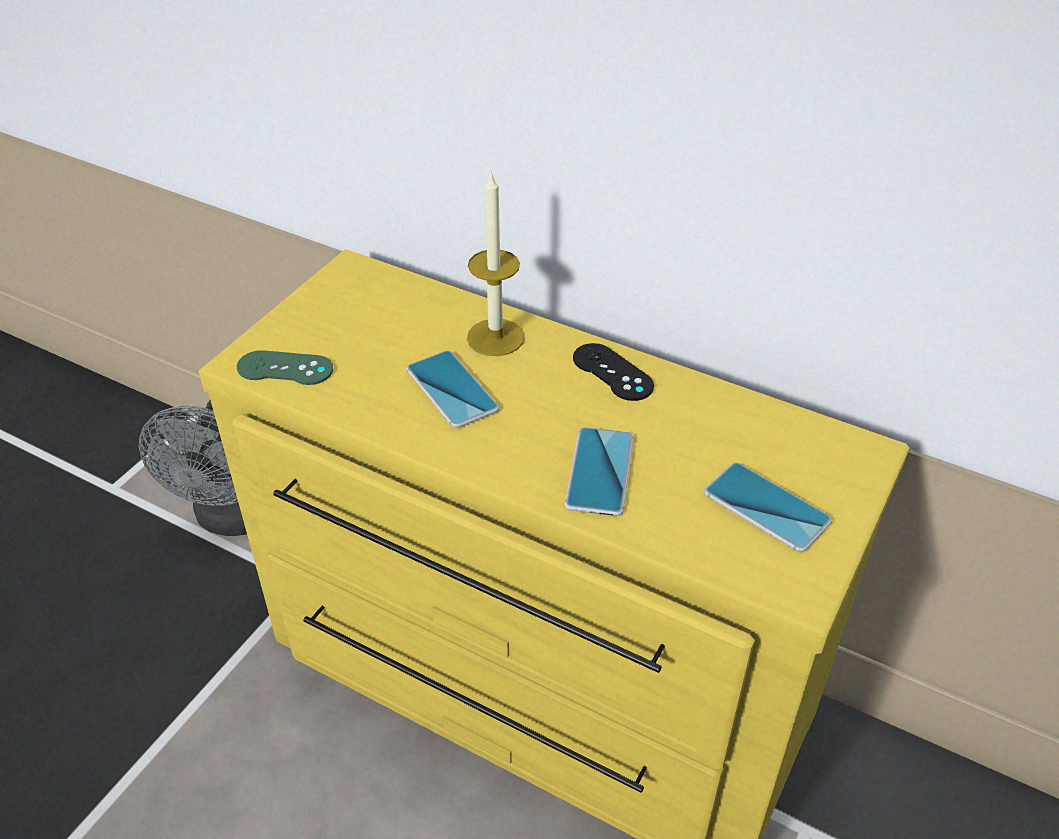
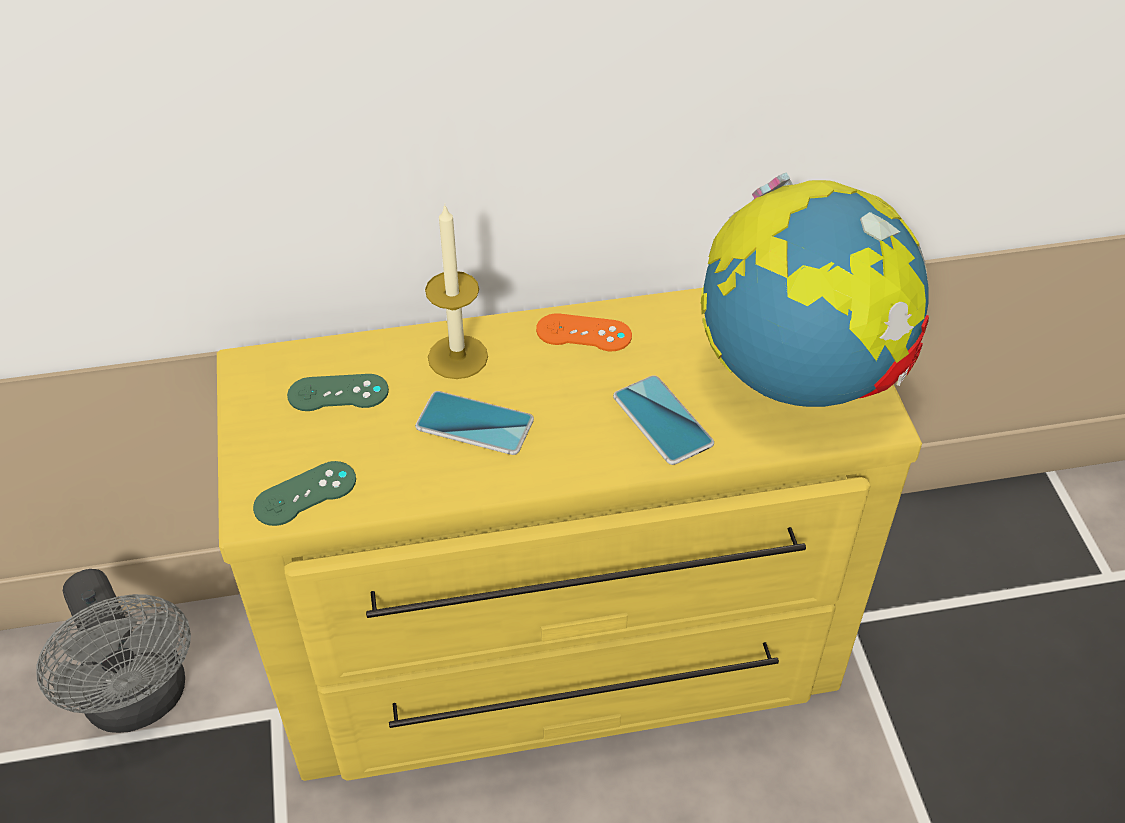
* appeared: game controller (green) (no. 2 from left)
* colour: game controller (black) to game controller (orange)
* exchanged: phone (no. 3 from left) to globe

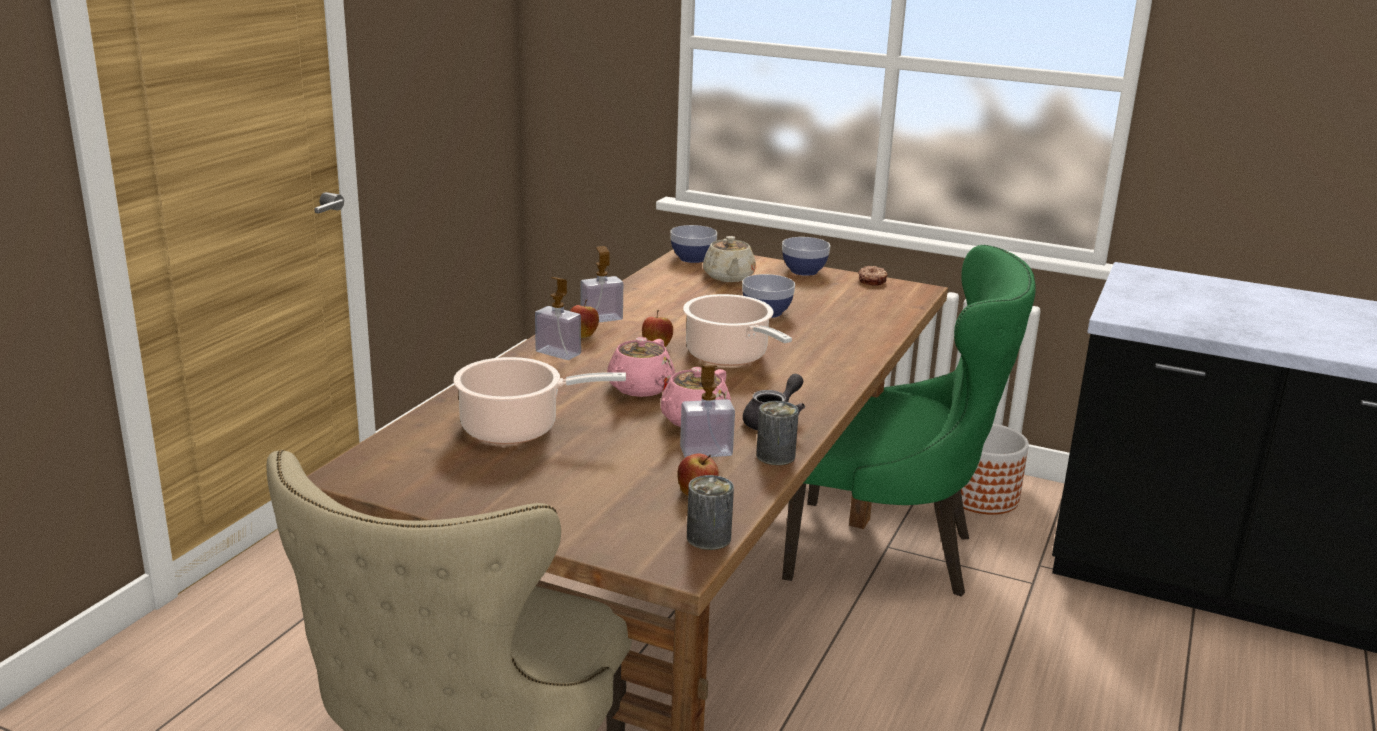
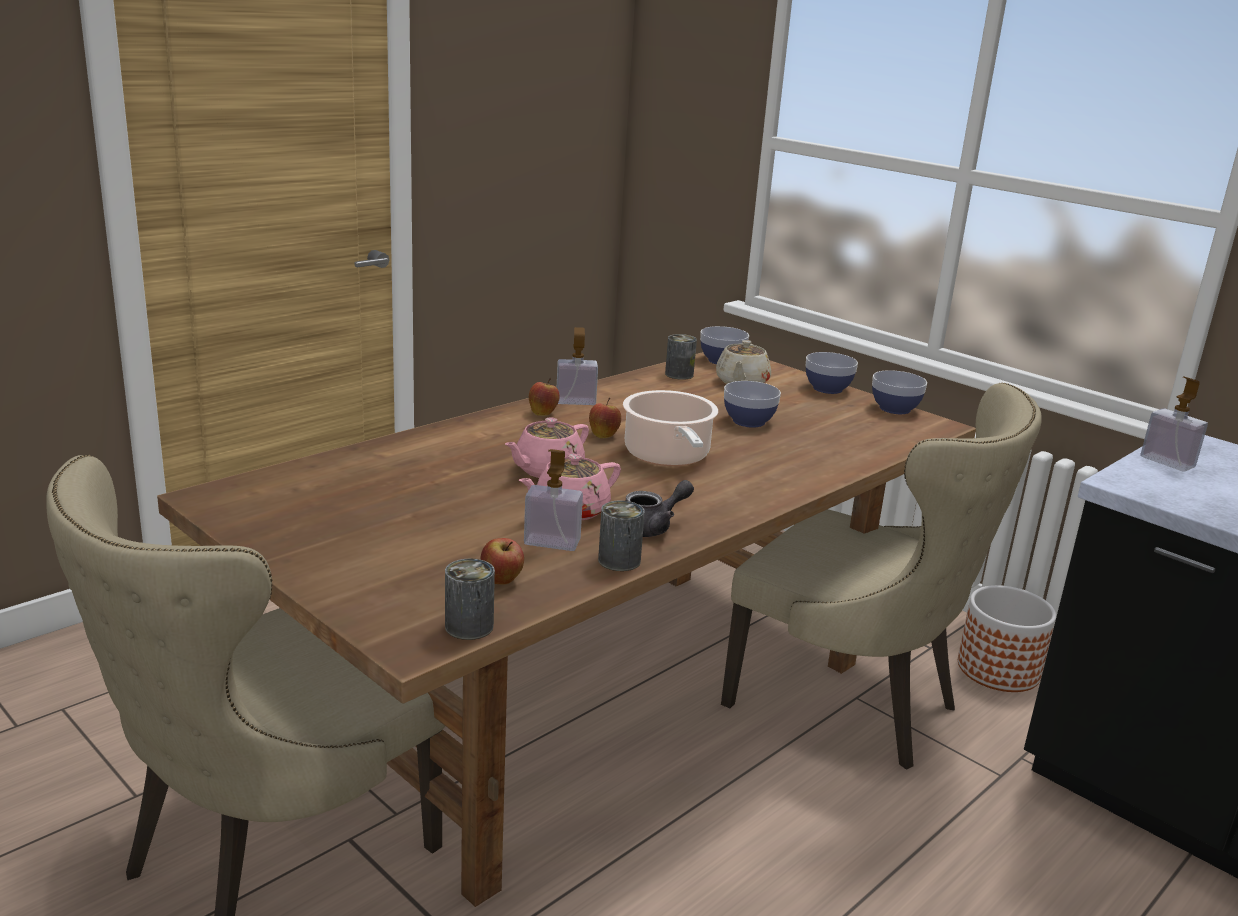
* appeared: can (no. 3 from left)
* colour: chair (green) to chair (beige) (no. 2 from left)
* exchanged: donut to bowl (no. 4 from left)
* relocated: soap dispenser (no. 1 from left in the first image) to soap dispenser (no. 3 from left)
* missing: cooking pot (no. 1 from left)

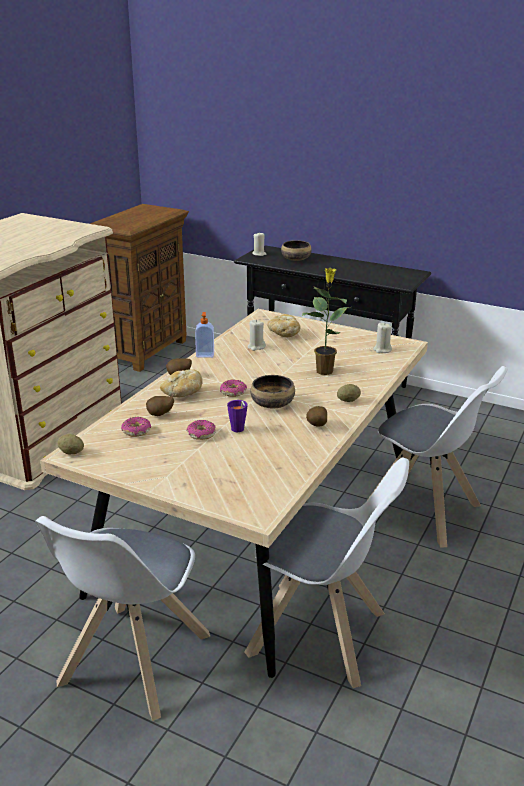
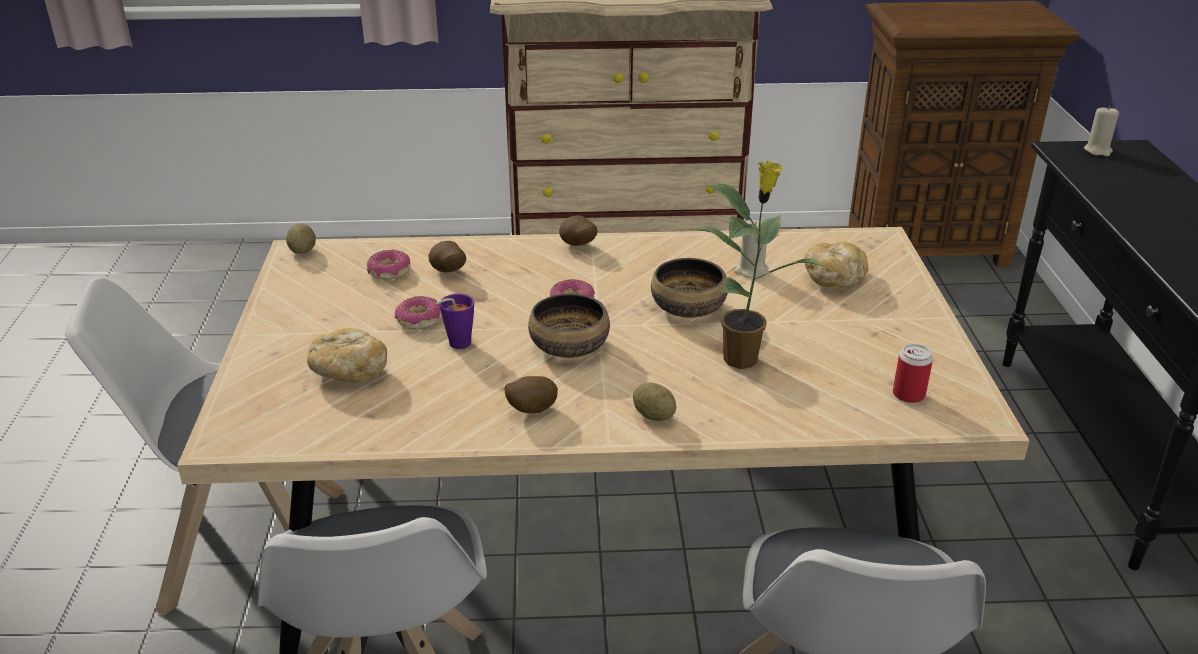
* relocated: bread (no. 1 from left)
* relocated: bowl (no. 2 from left)
* exchanged: candle (beige) (no. 3 from left) to can
* missing: soap dispenser

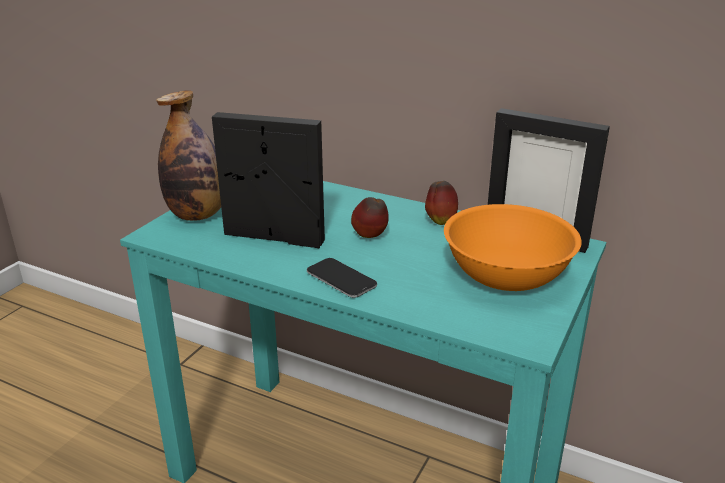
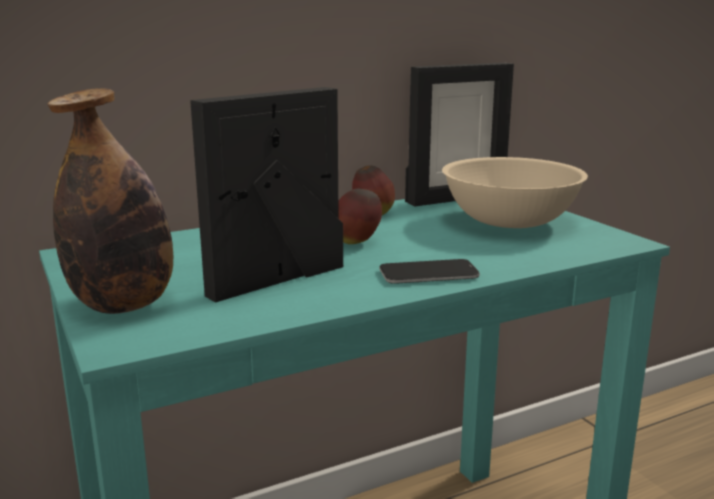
* colour: bowl (orange) to bowl (beige)

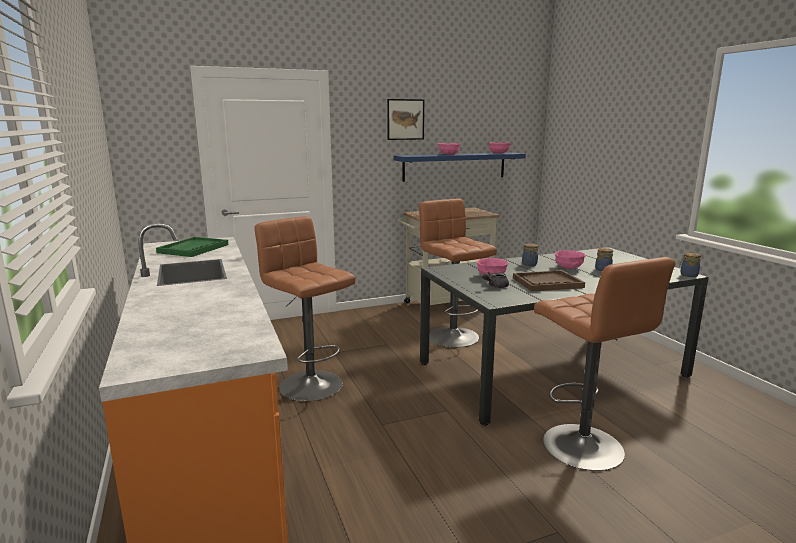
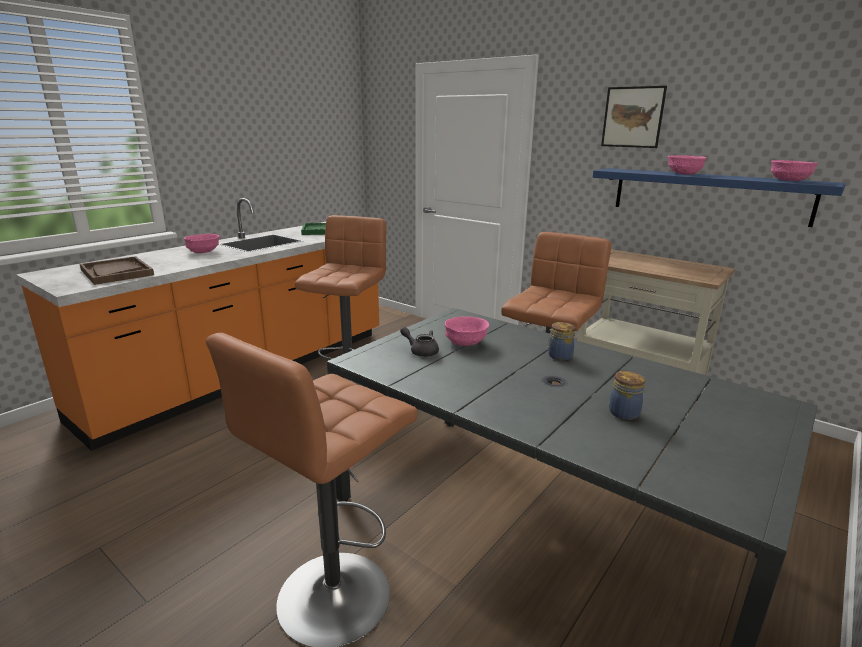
* relocated: tray (brown)
* relocated: bowl (pink) (no. 4 from left in the first image) to bowl (pink) (no. 1 from left)
* missing: jar (no. 3 from left)

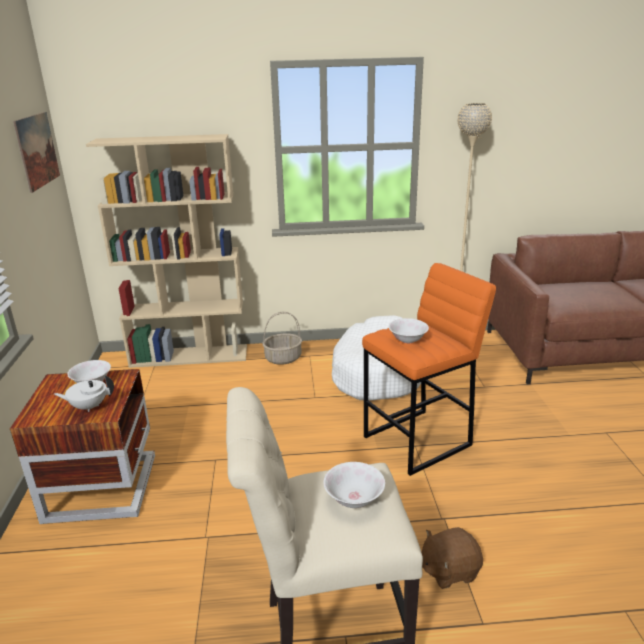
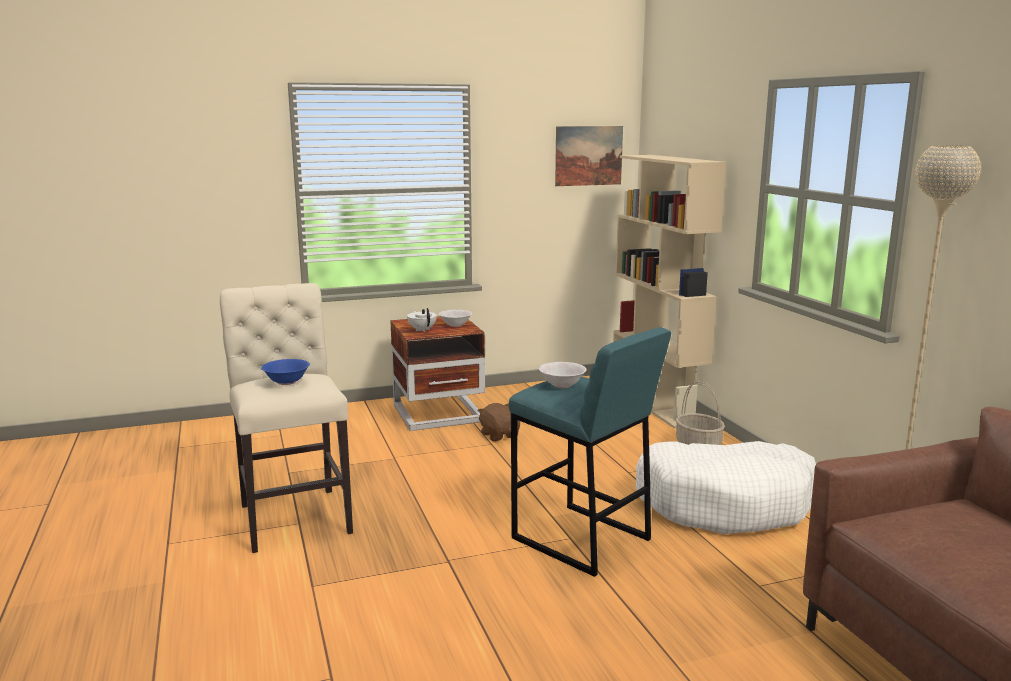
* colour: bowl (white) (no. 2 from left) to bowl (blue)
* relocated: plush toy (brown)
* colour: stool (orange) to stool (turquoise)

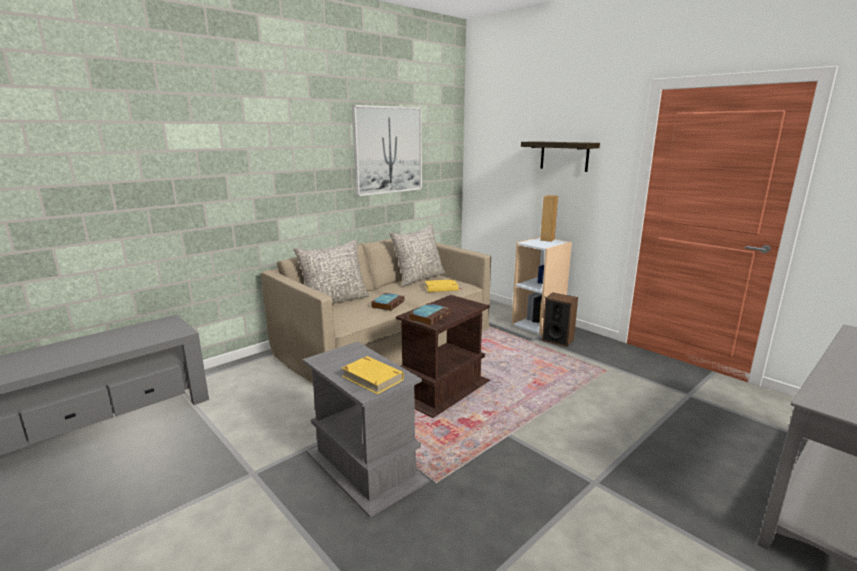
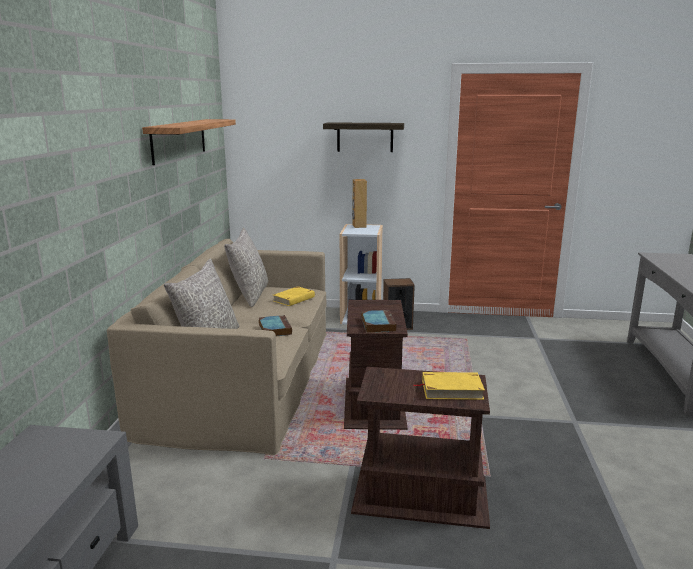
* exchanged: picture to shelf (no. 1 from left)
* colour: side table (grey) to side table (brown) (no. 2 from left)

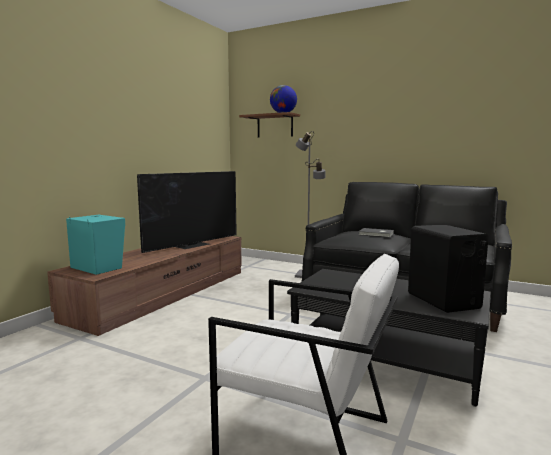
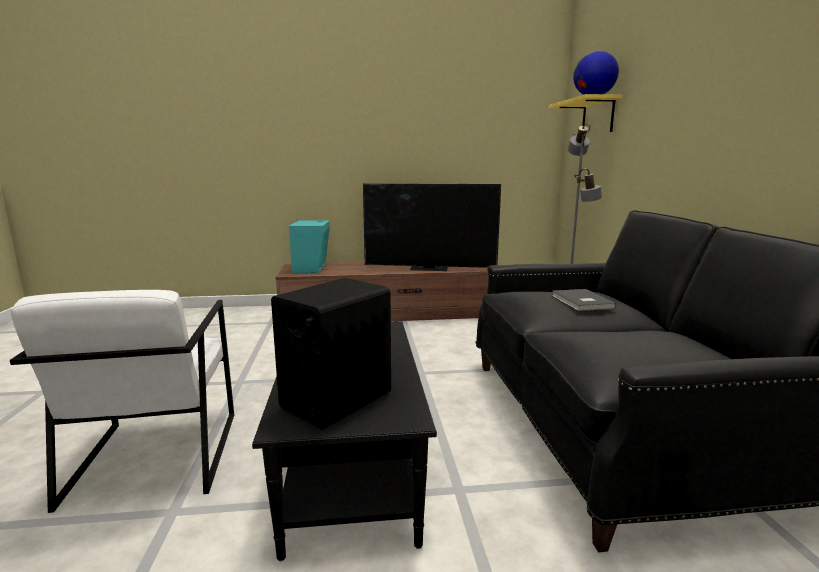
* colour: shelf (brown) to shelf (yellow)

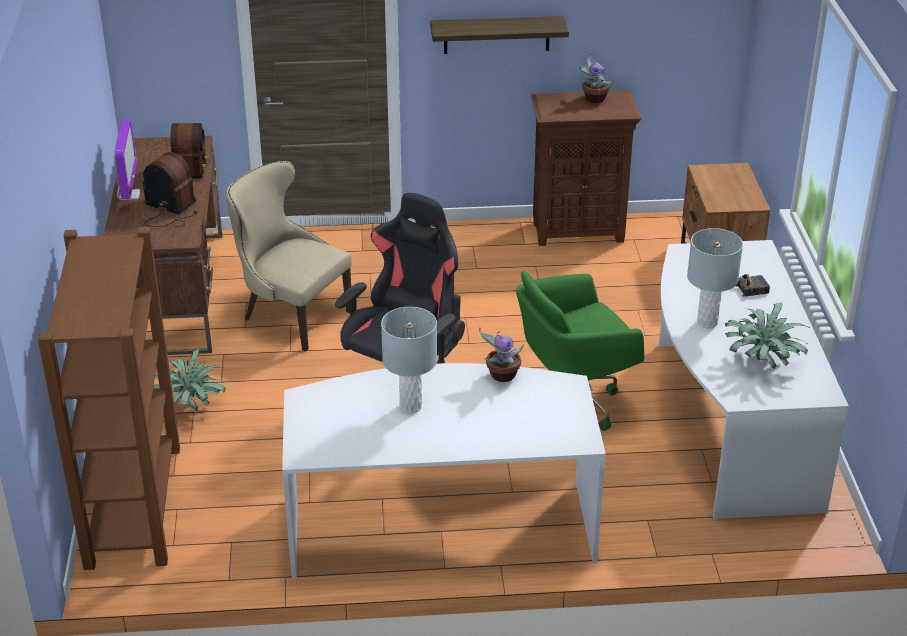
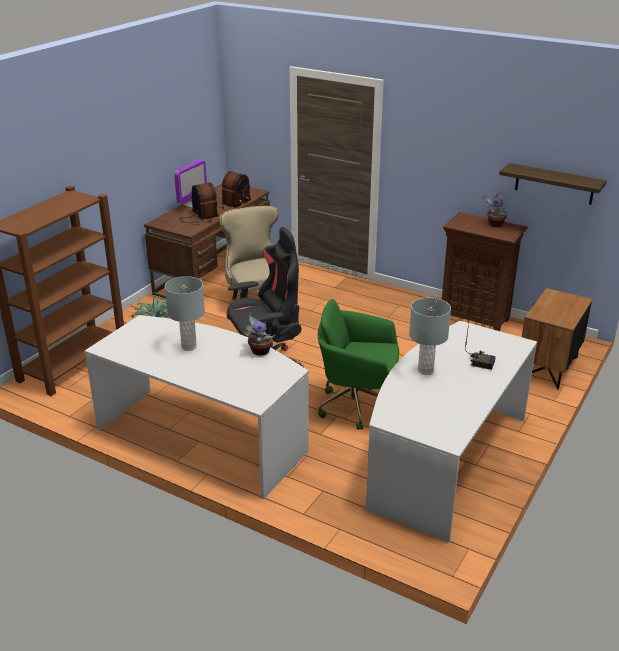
* relocated: shelf
* missing: potted plant (no. 4 from left)

